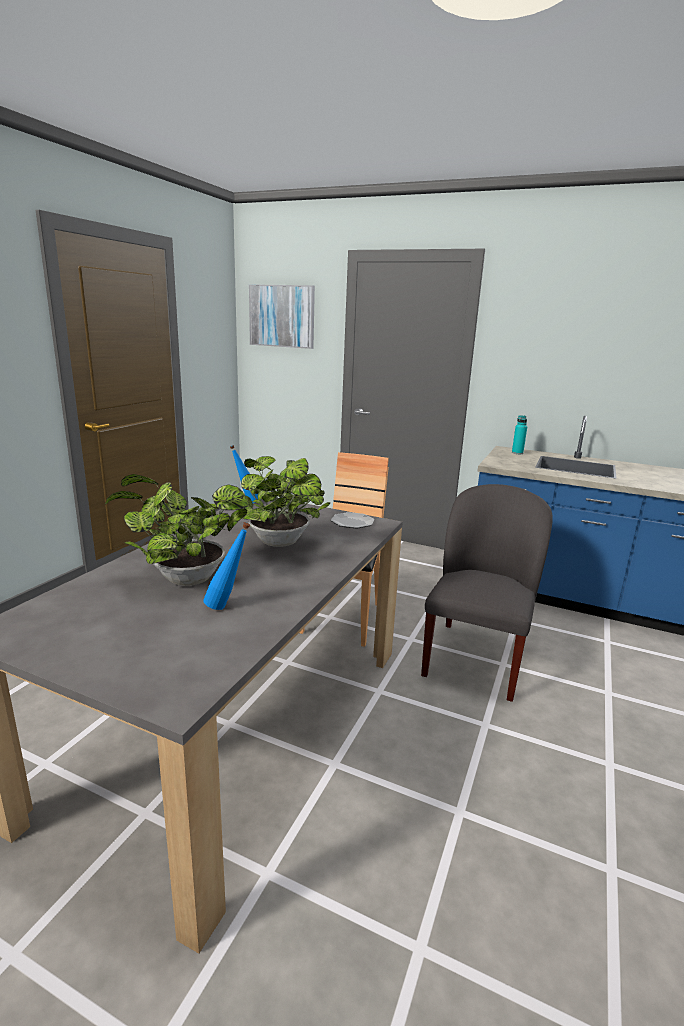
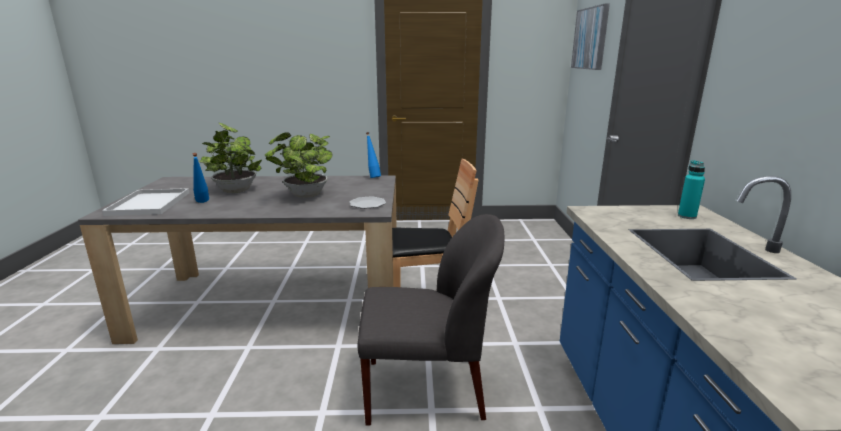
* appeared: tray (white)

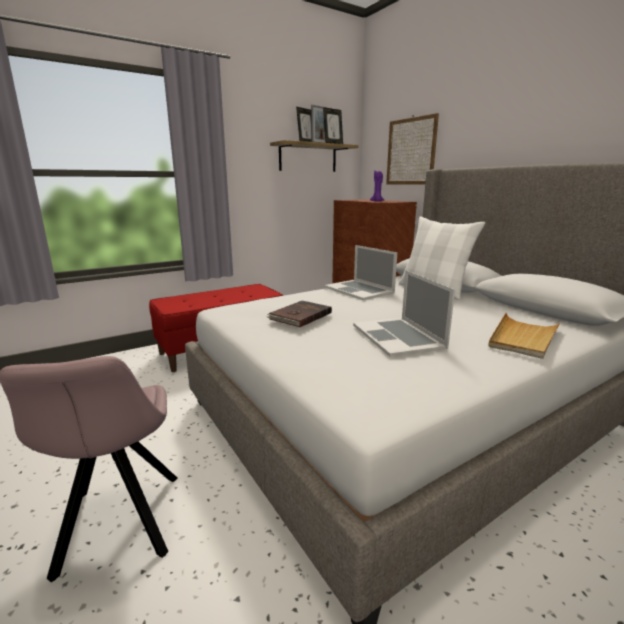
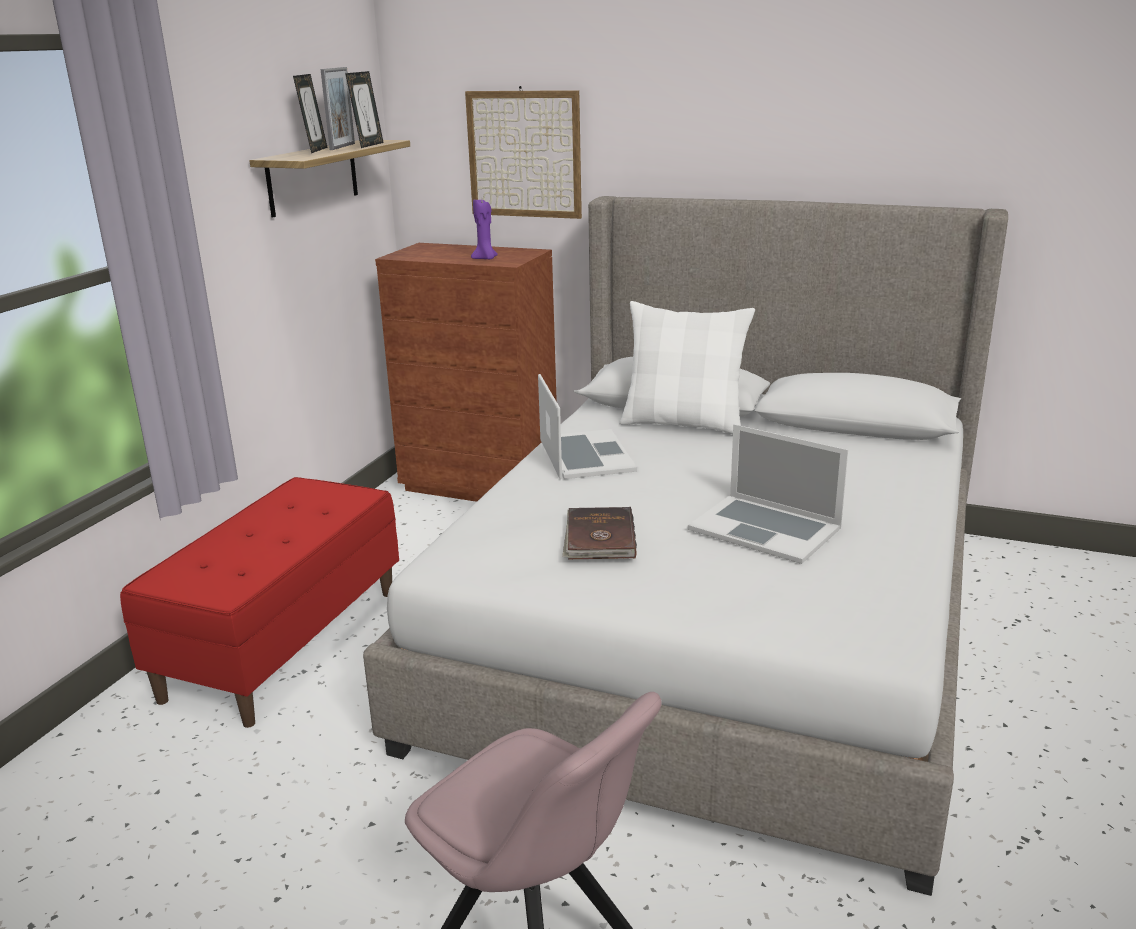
* spun: laptop (no. 1 from left) 120 degrees counterclockwise
* missing: tray (beige)

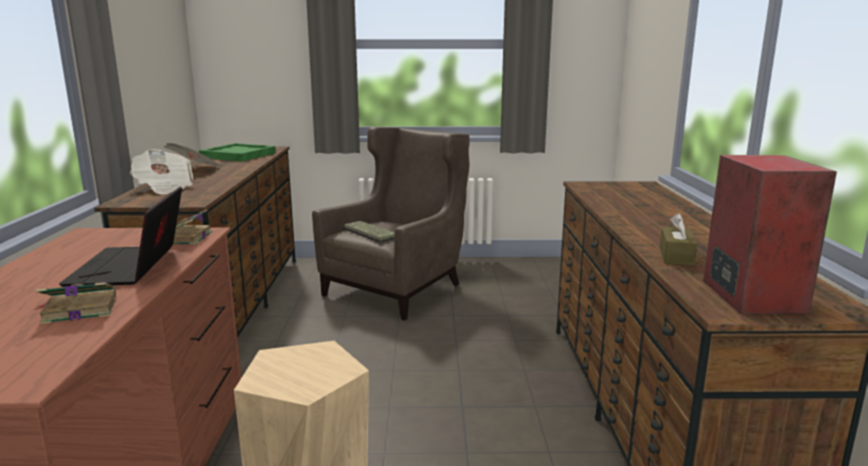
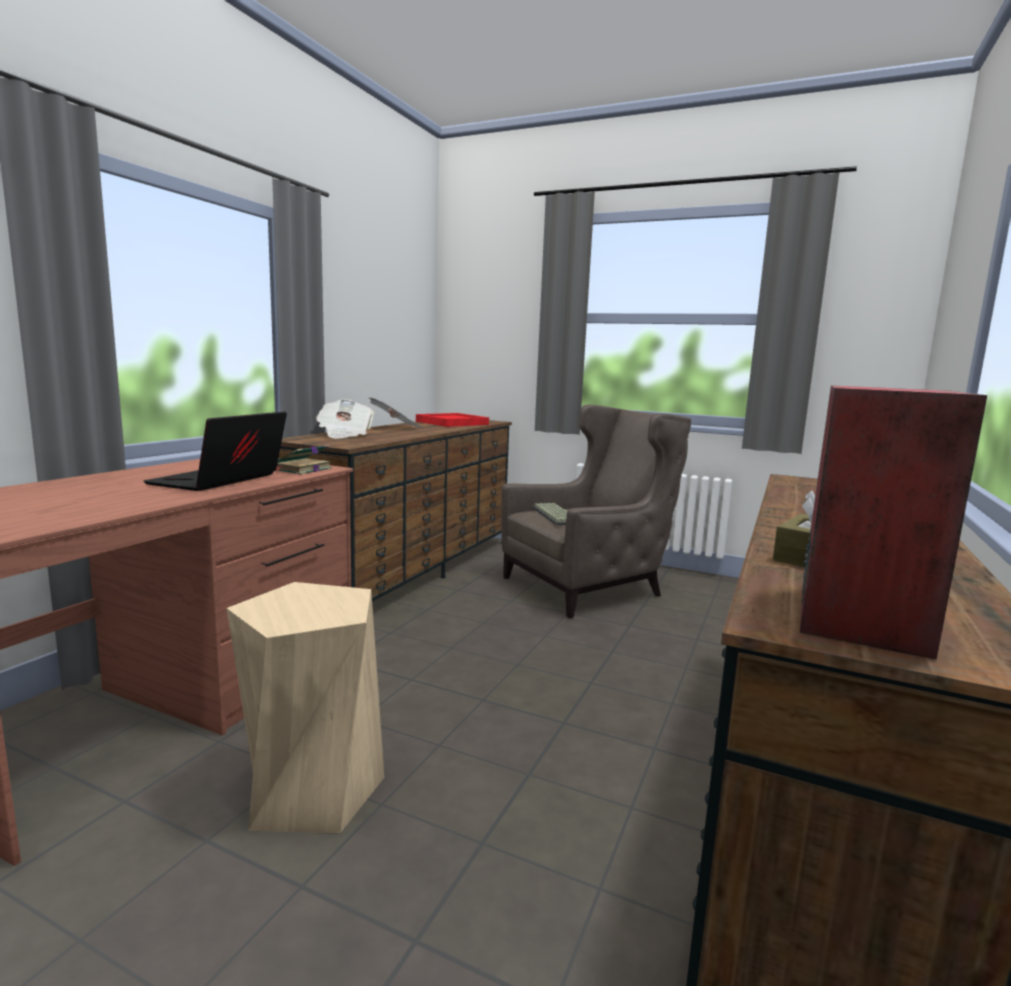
* colour: tray (green) to tray (red)
* missing: book (no. 1 from left)

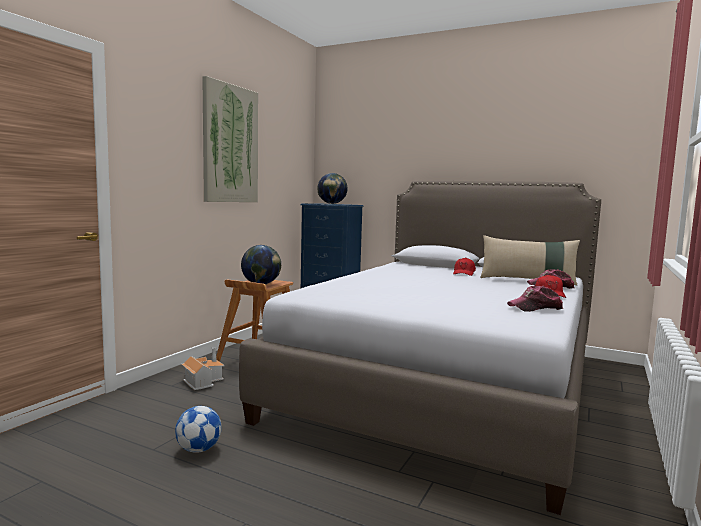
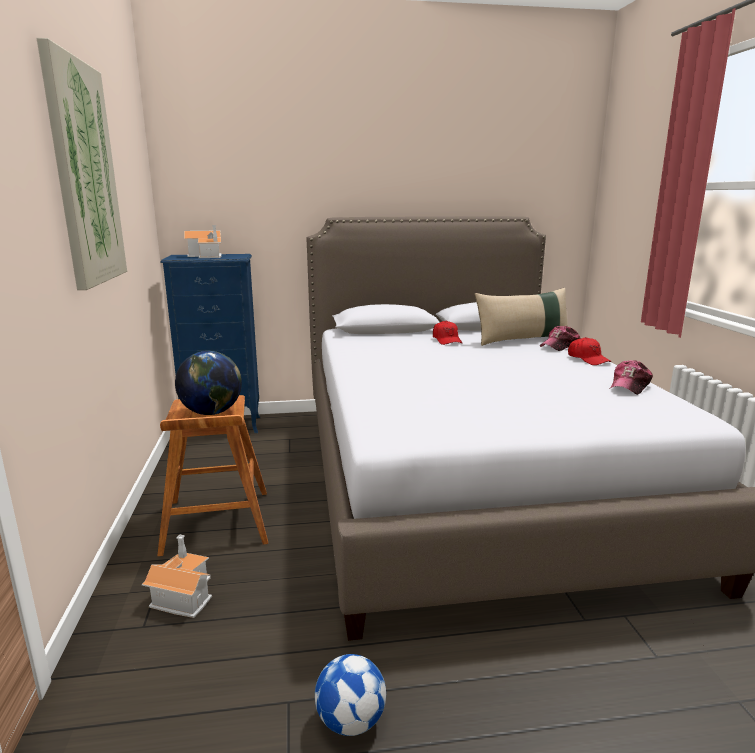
* exchanged: globe (no. 2 from left) to toy house (no. 2 from left)

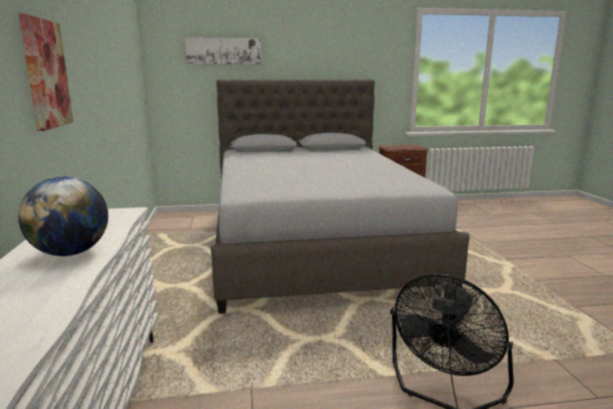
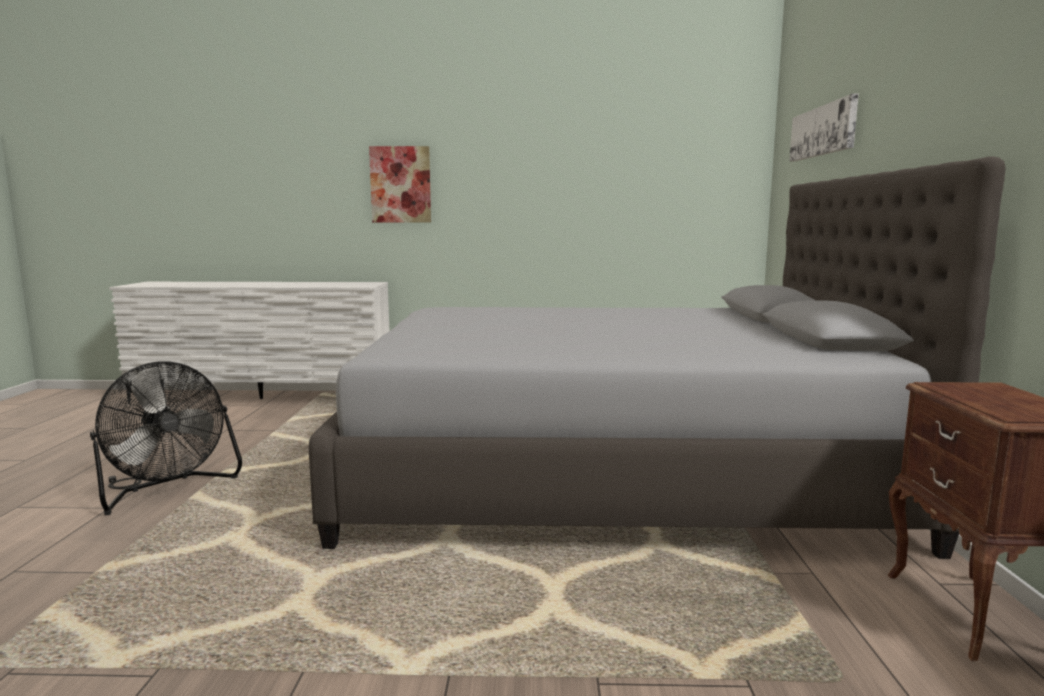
* missing: globe

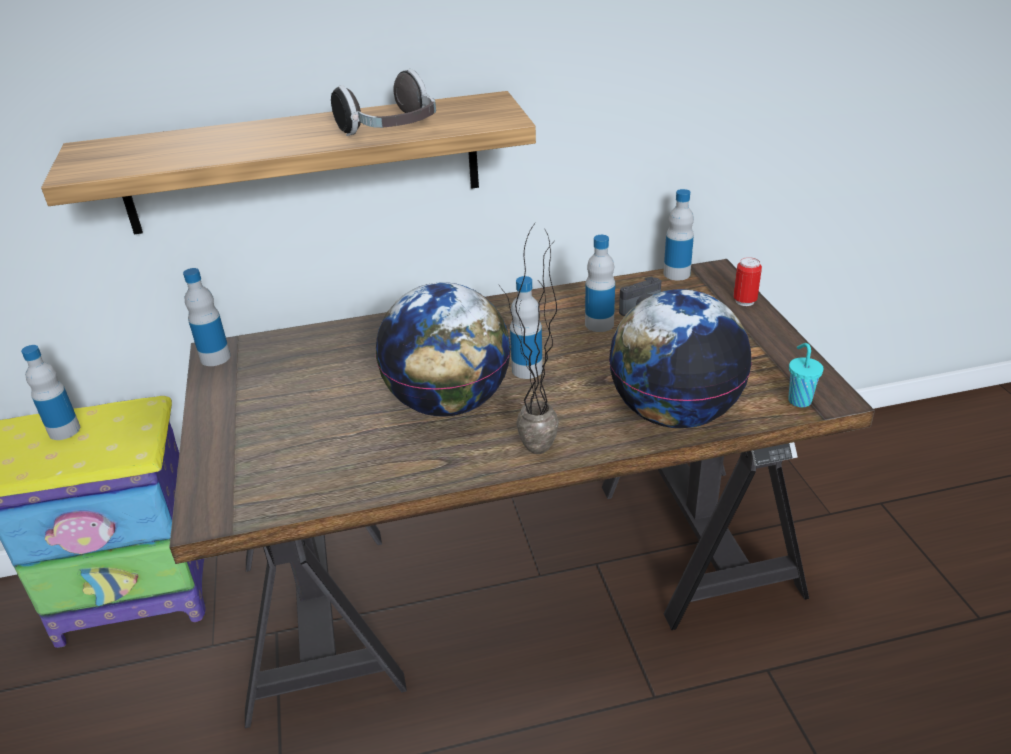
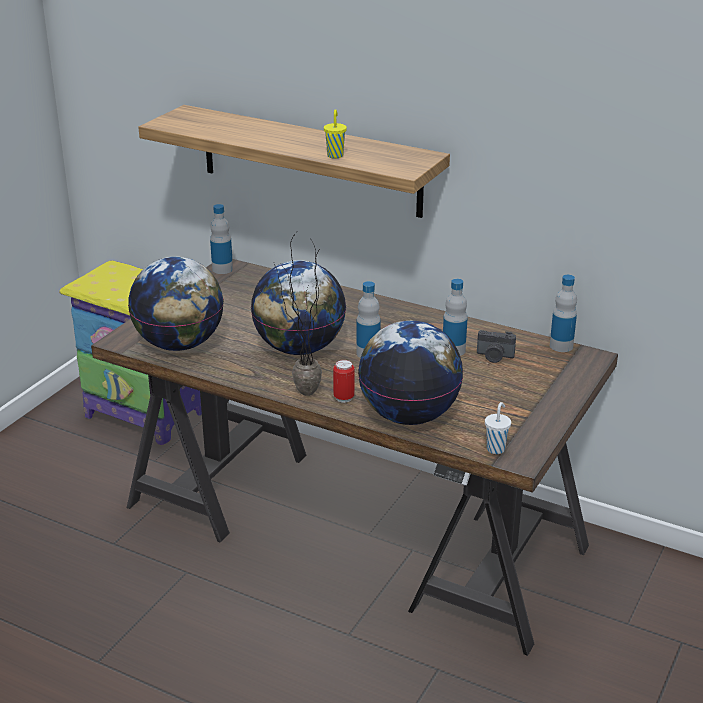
* appeared: globe (no. 1 from left)
* exchanged: headphones to cup (yellow)
* relocated: can
* colour: cup (turquoise) to cup (white)
* missing: bottle (no. 1 from left)

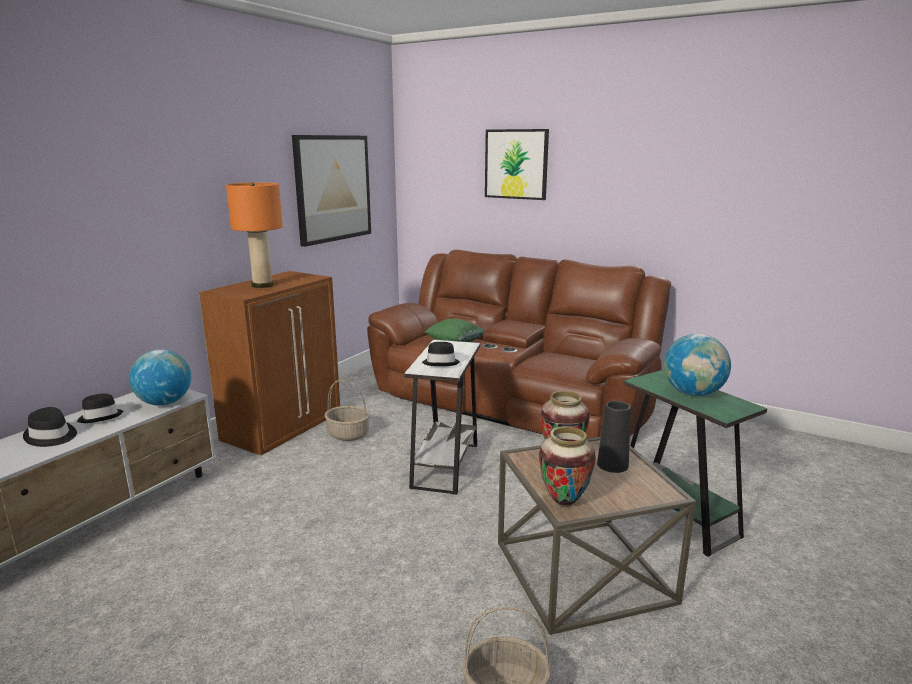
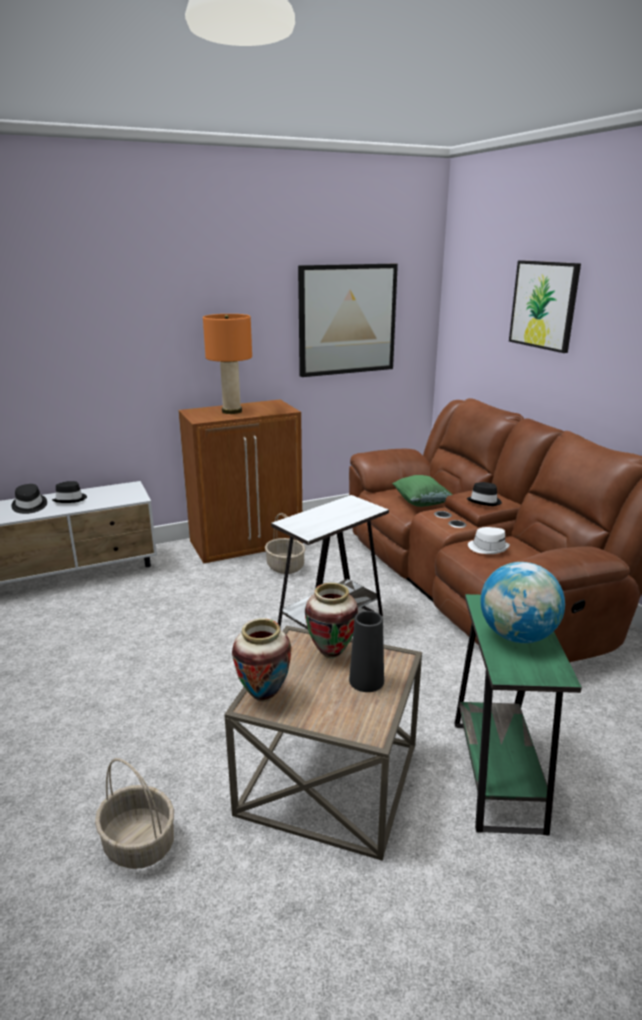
* relocated: hat (black) (no. 3 from left)
* appeared: hat (white)
* missing: globe (no. 1 from left)

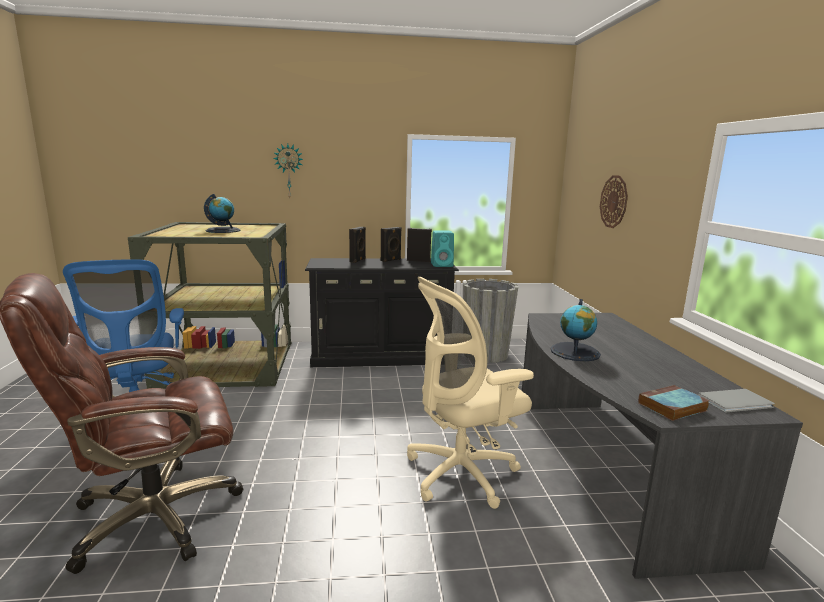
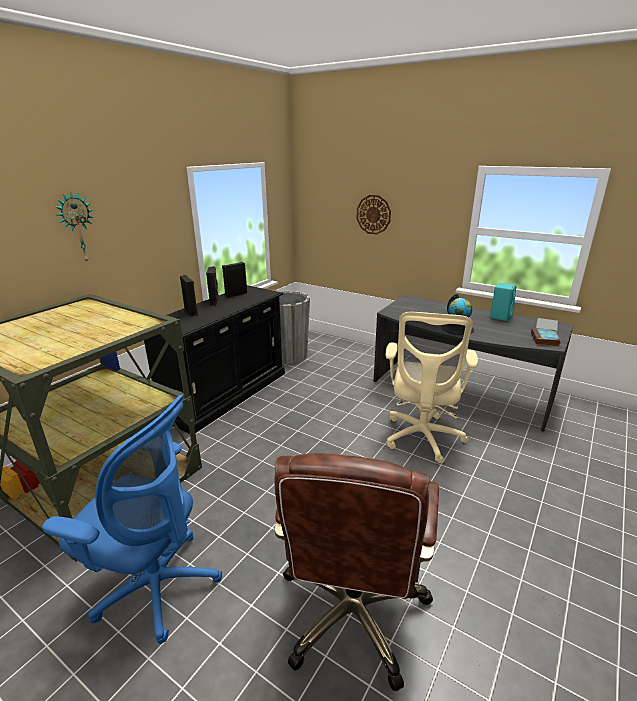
* relocated: speaker (turquoise)
* missing: globe (no. 1 from left)

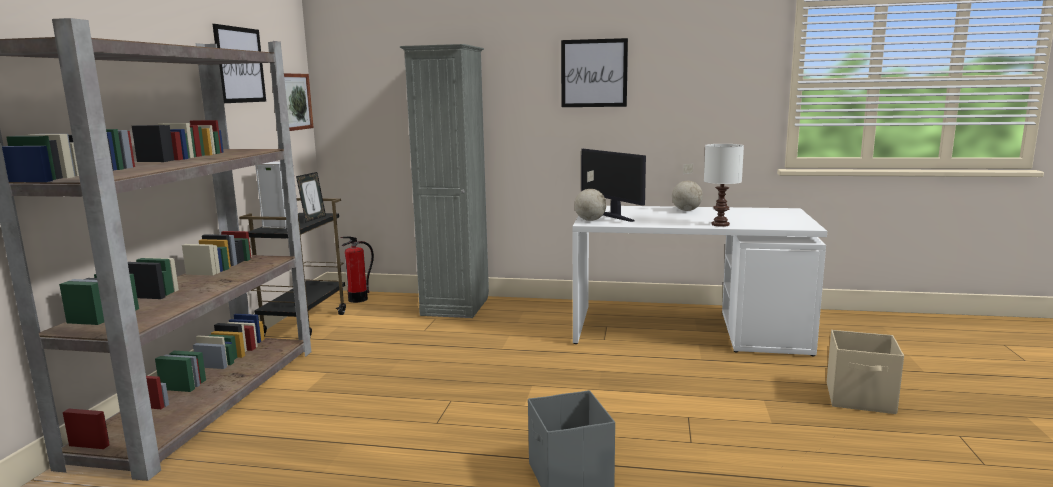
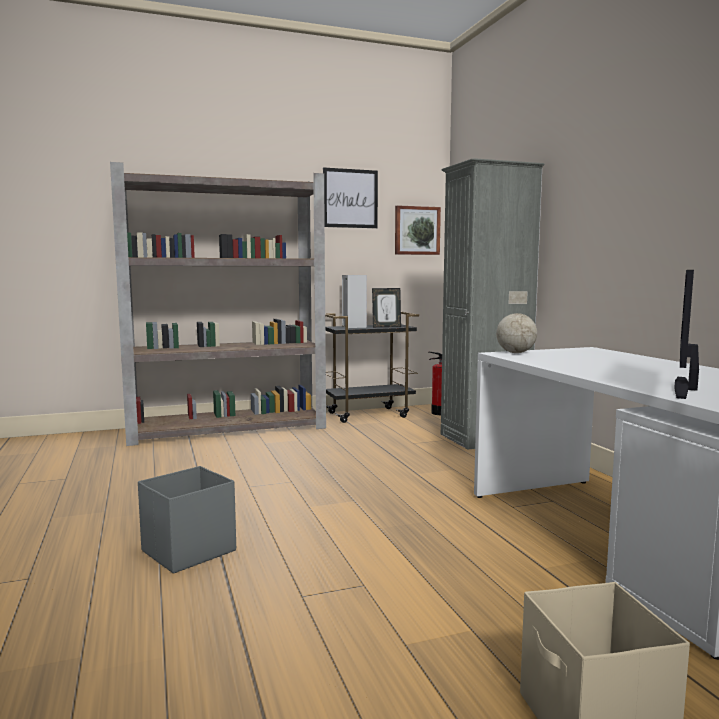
* relocated: monitor
* missing: picture (no. 3 from left)
* missing: globe (no. 2 from left)
* missing: table lamp (white)

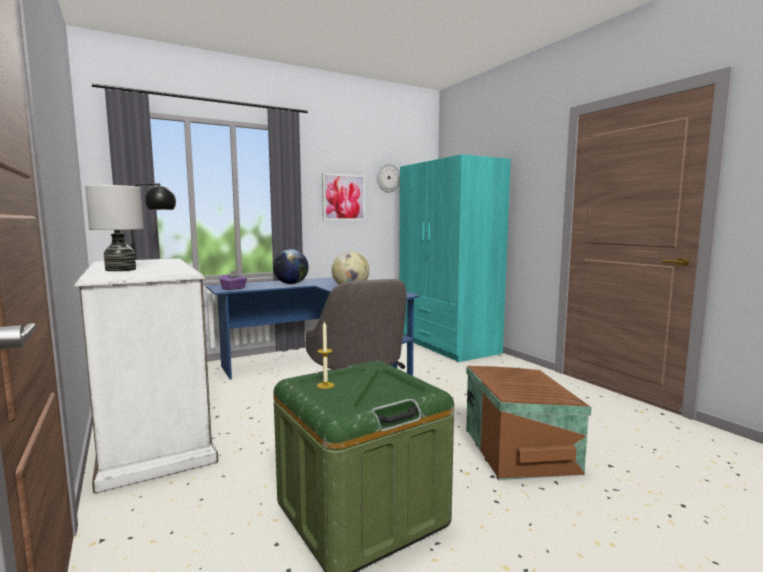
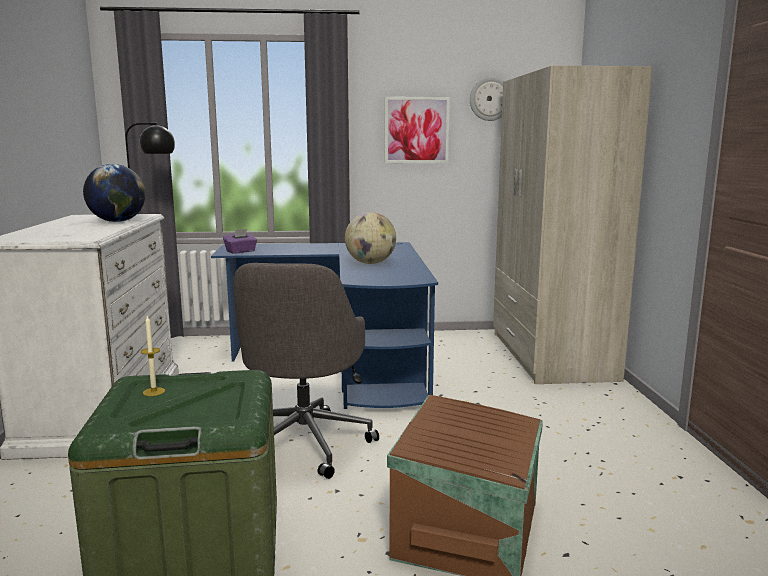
* relocated: globe (no. 1 from left)
* colour: wardrobe (turquoise) to wardrobe (beige)
* missing: table lamp (grey)

